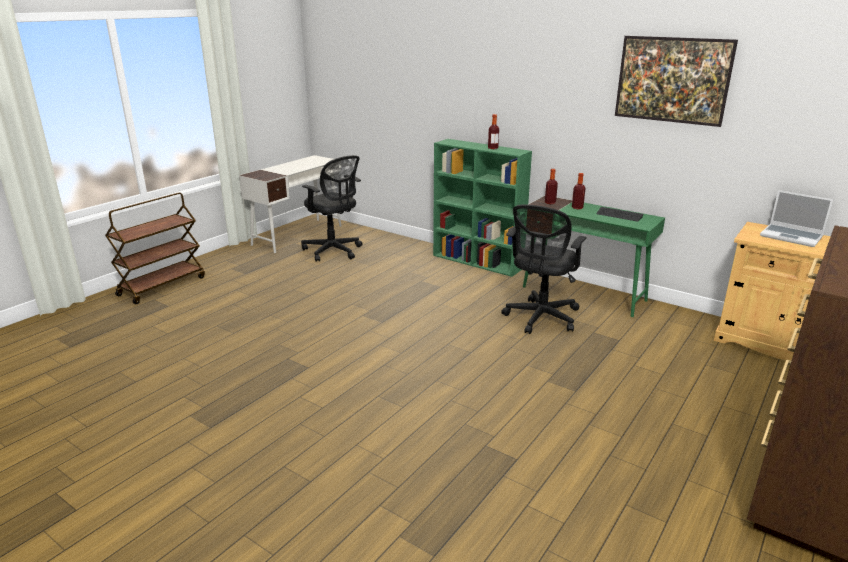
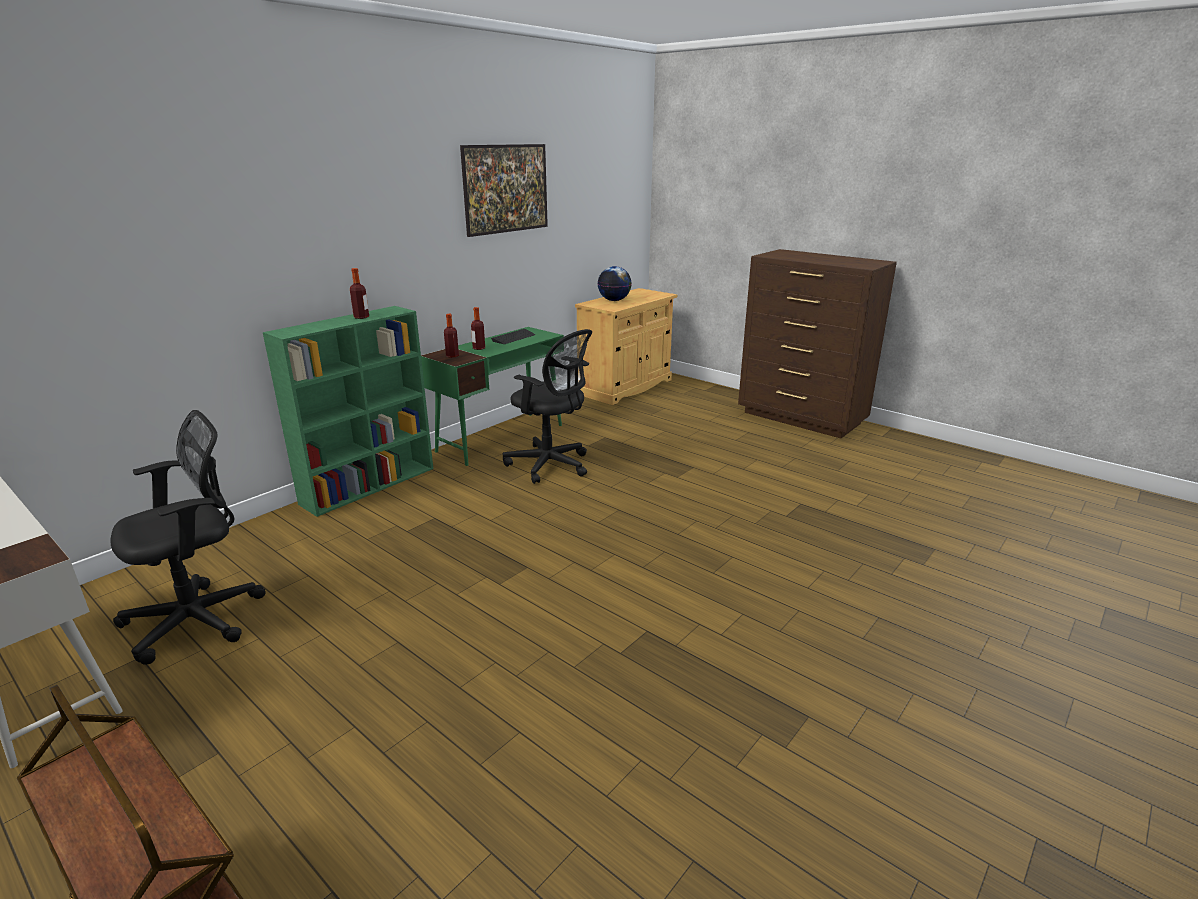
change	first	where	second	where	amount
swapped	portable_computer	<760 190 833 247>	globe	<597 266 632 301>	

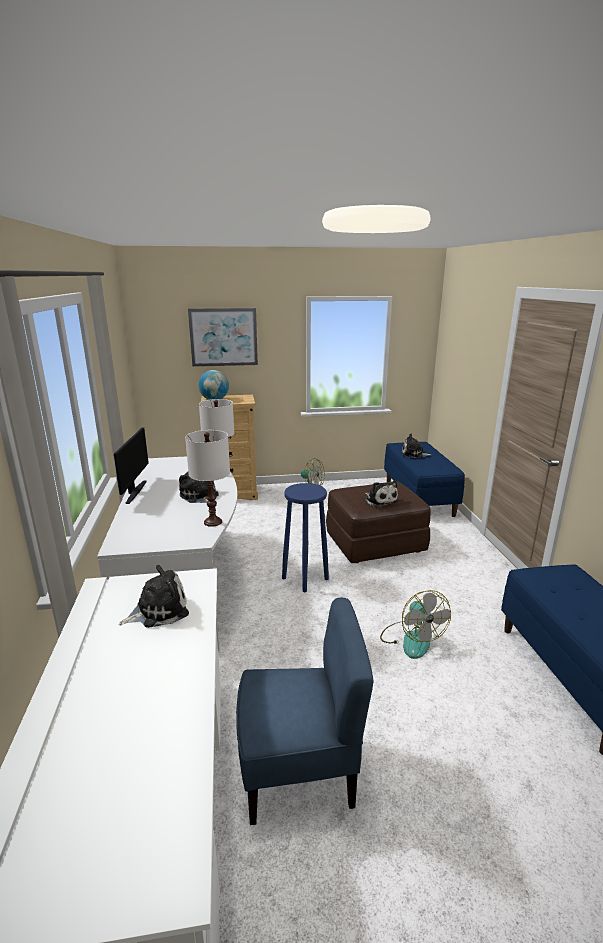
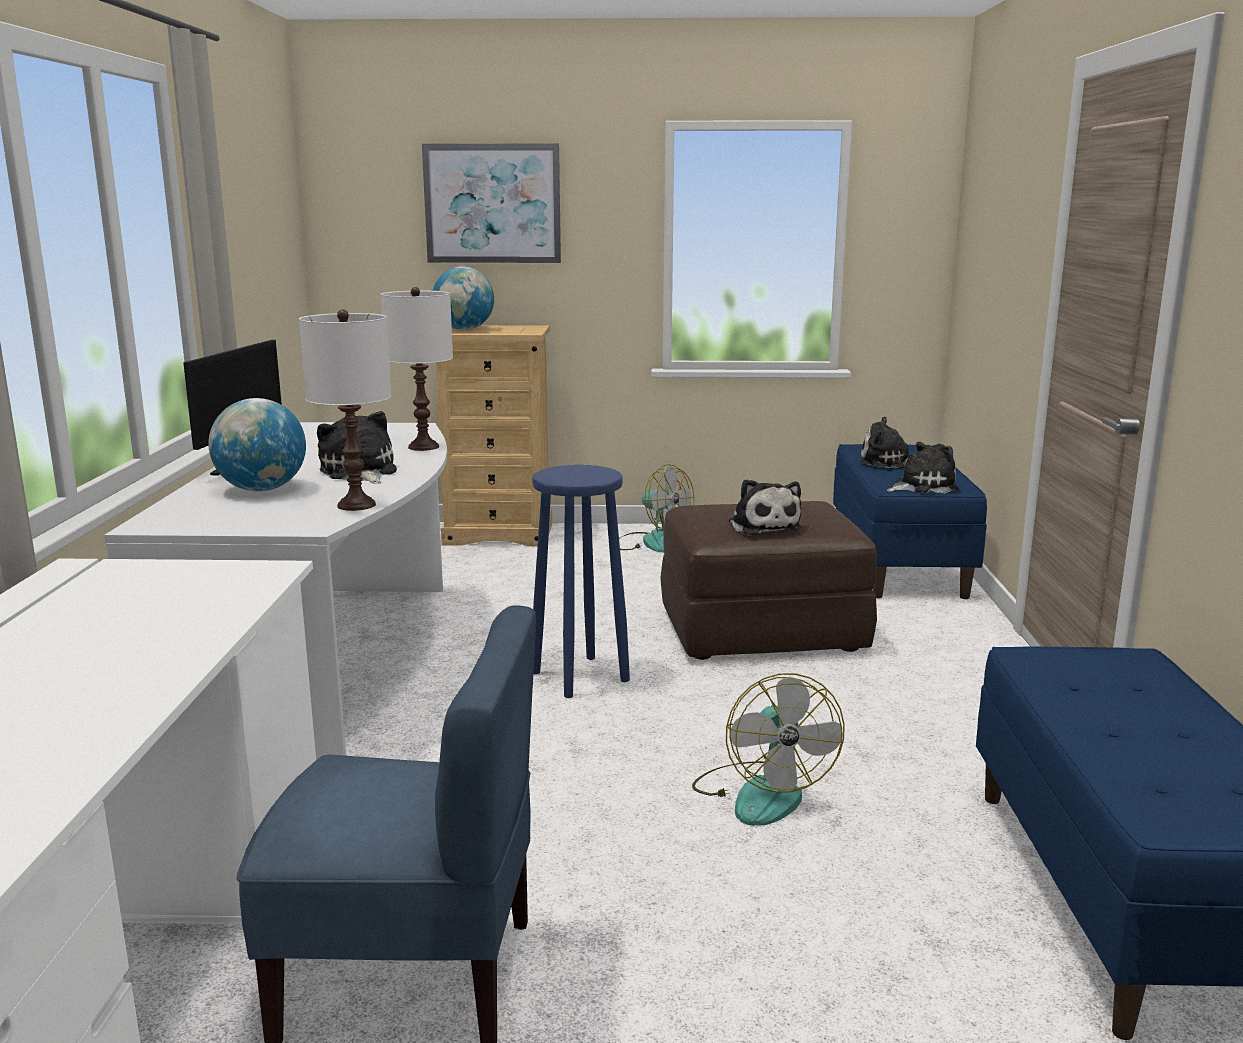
change	first	where	second	where	amount
new			globe	<208 398 306 491>	
shifted	cuddly_toy	<119 565 189 628>		<887 442 959 493>	

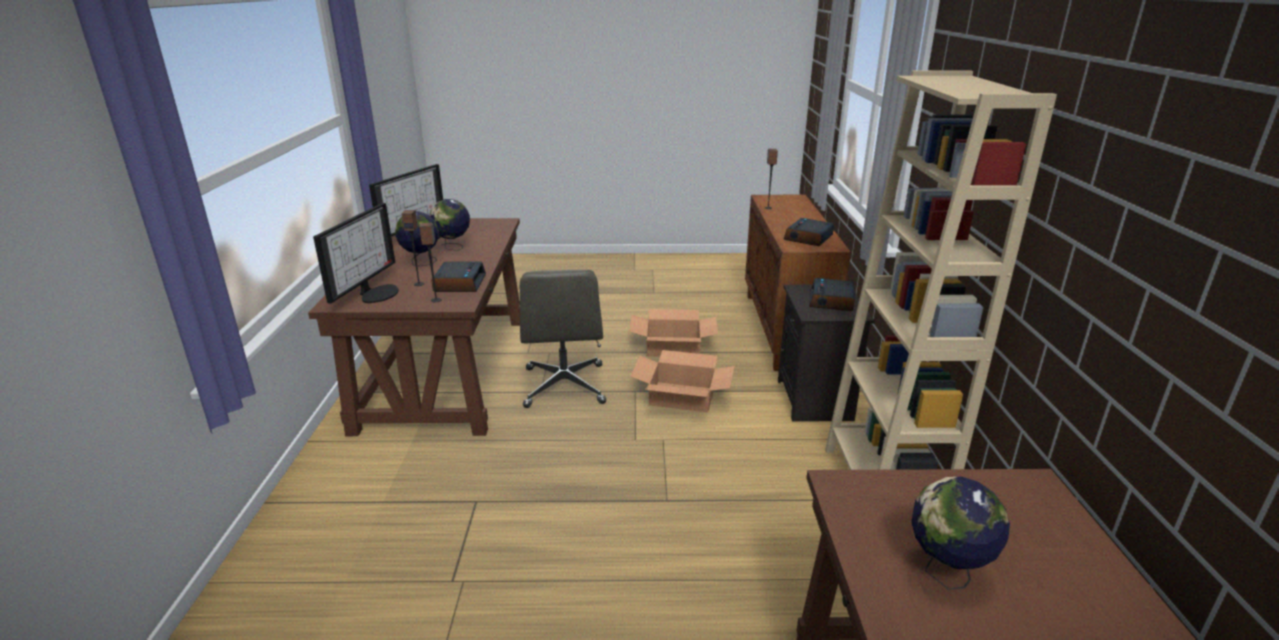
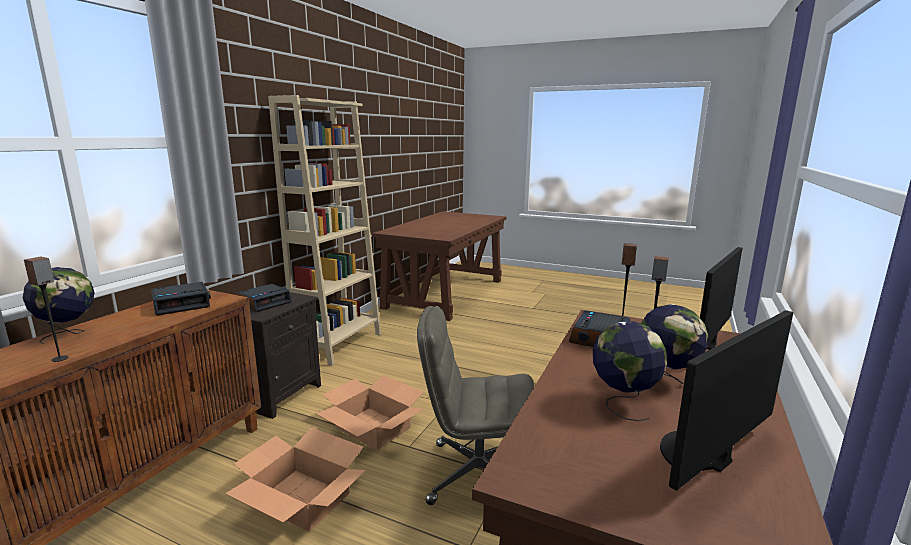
change	first	where	second	where	amount
shifted	globe	<911 477 1010 590>		<23 267 94 344>	
rotated	grey_desk_chair	<520 270 606 408>		<417 306 534 505>	105 degrees counterclockwise

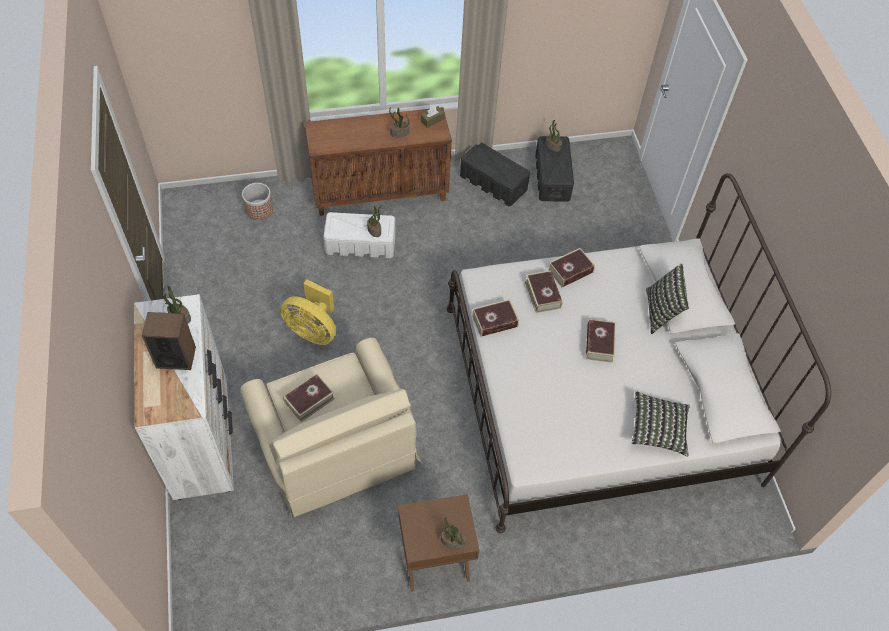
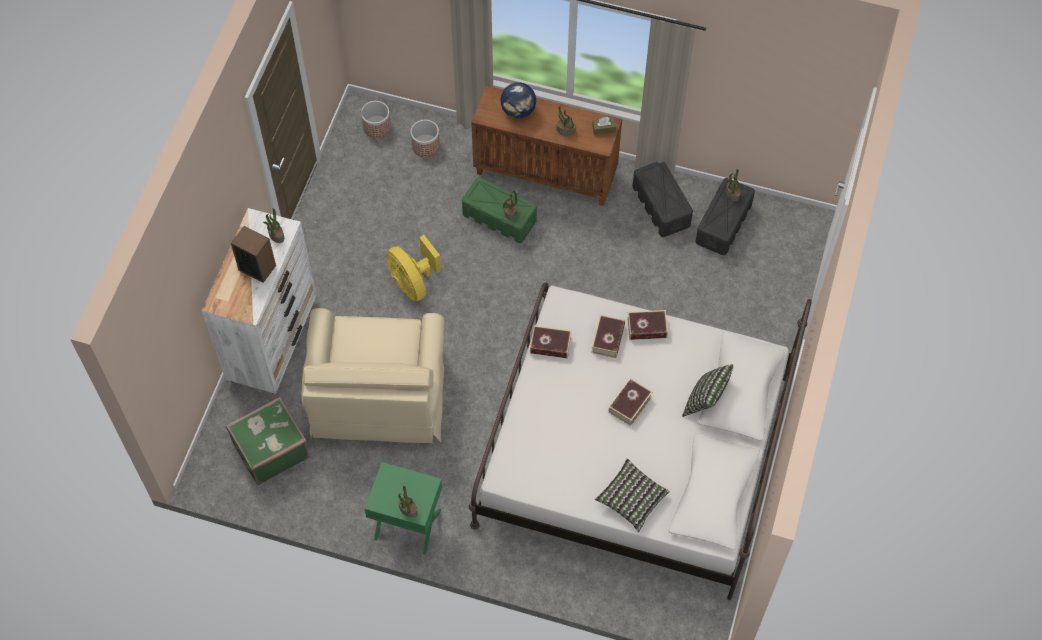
change	first	where	second	where	amount
new			green-coloured_travel_case	<226 397 310 485>	
new			planter	<361 101 391 138>	
repainted	brown_nightstand	<398 494 479 592>	green-coloured_nightstand	<365 462 442 555>	
repainted	white_storage_container	<324 212 396 258>	green-coloured_storage_container	<462 177 537 243>	
new			globe	<500 82 536 119>	
gone	book	<283 374 335 422>			

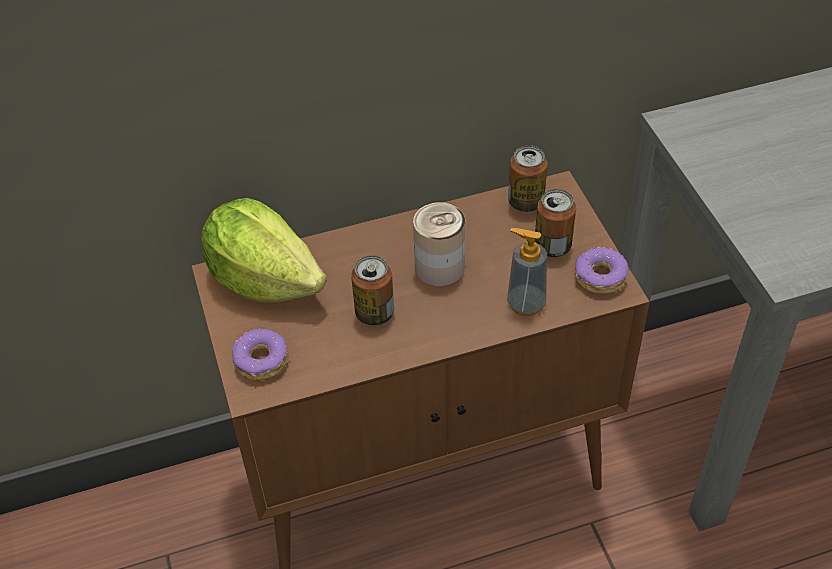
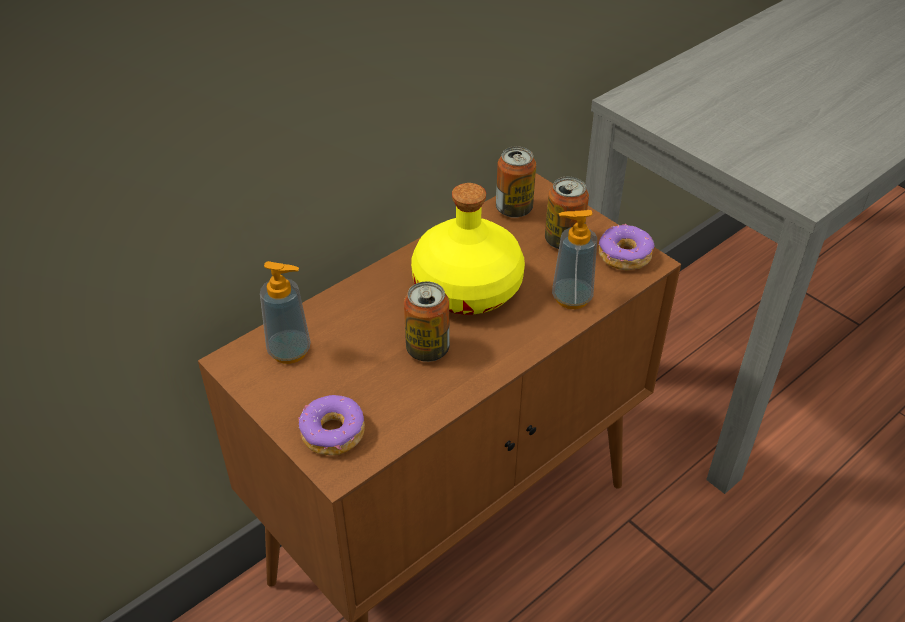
change	first	where	second	where	amount
swapped	lettuce_head	<201 198 327 303>	soap_bottle	<260 261 311 364>	
swapped	sealed_can	<413 202 465 286>	yellow_drink_bottle	<411 183 525 314>	

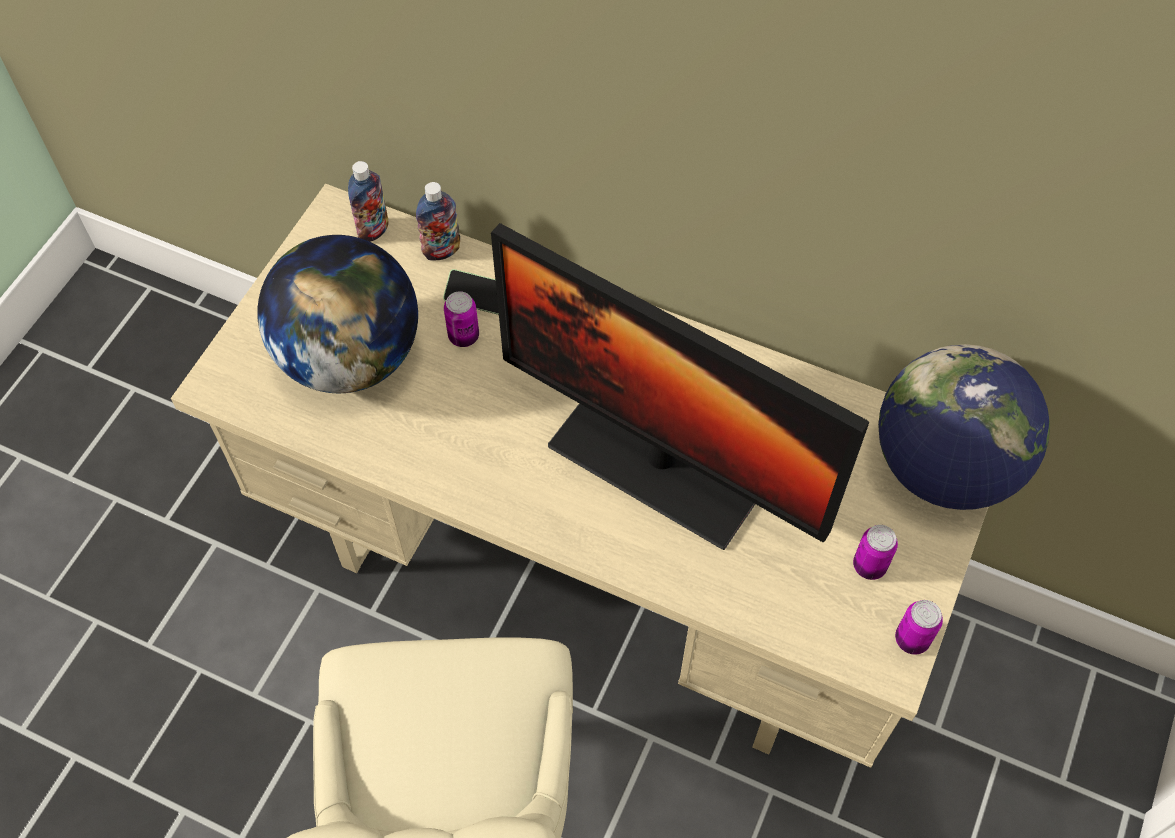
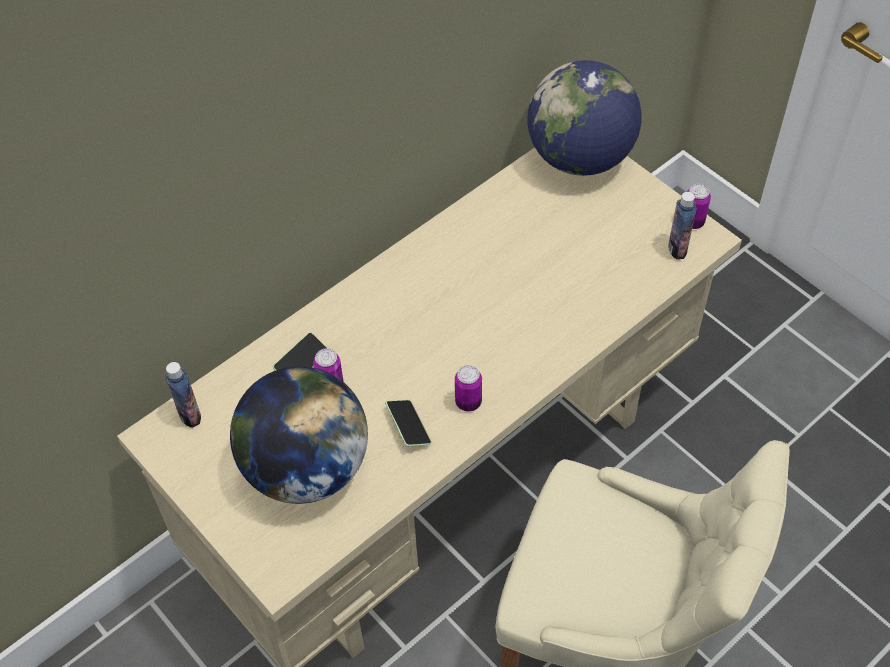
change	first	where	second	where	amount
new			handset	<386 400 431 446>	
shifted	sealed_can	<853 525 898 580>		<455 365 482 412>	
shifted	drink_bottle	<416 182 460 260>		<668 192 697 259>	
gone	computer_display	<491 223 869 550>			

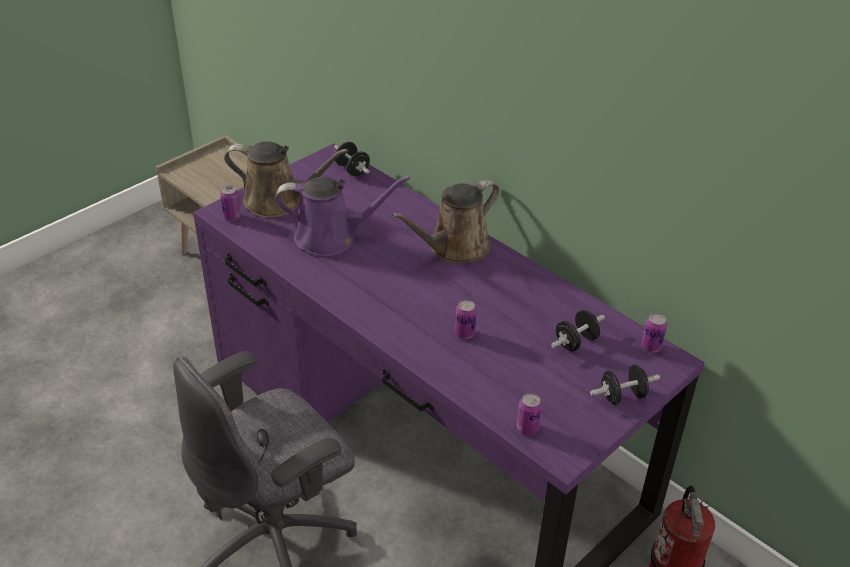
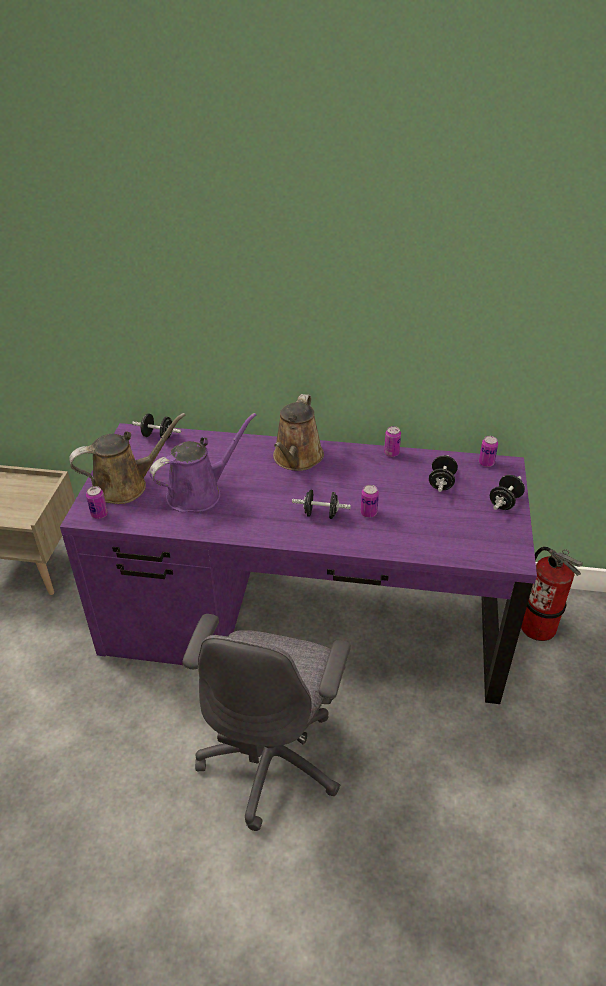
change	first	where	second	where	amount
new			blackish_hand_weight	<292 490 351 519>	
shifted	sealed_can	<517 393 542 435>		<384 426 401 457>	

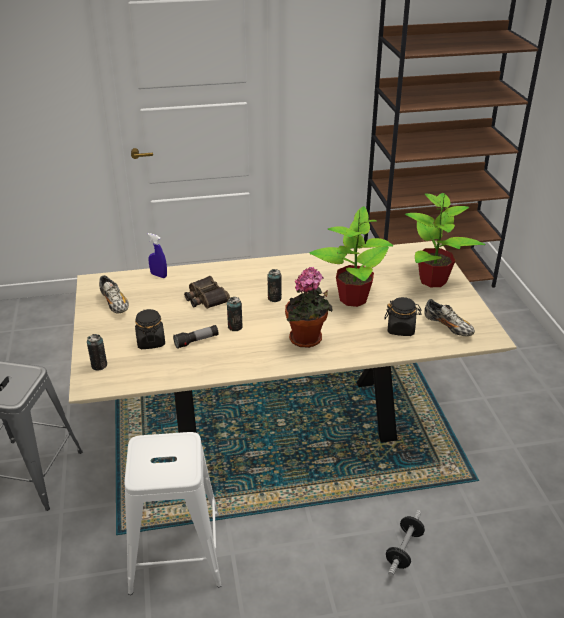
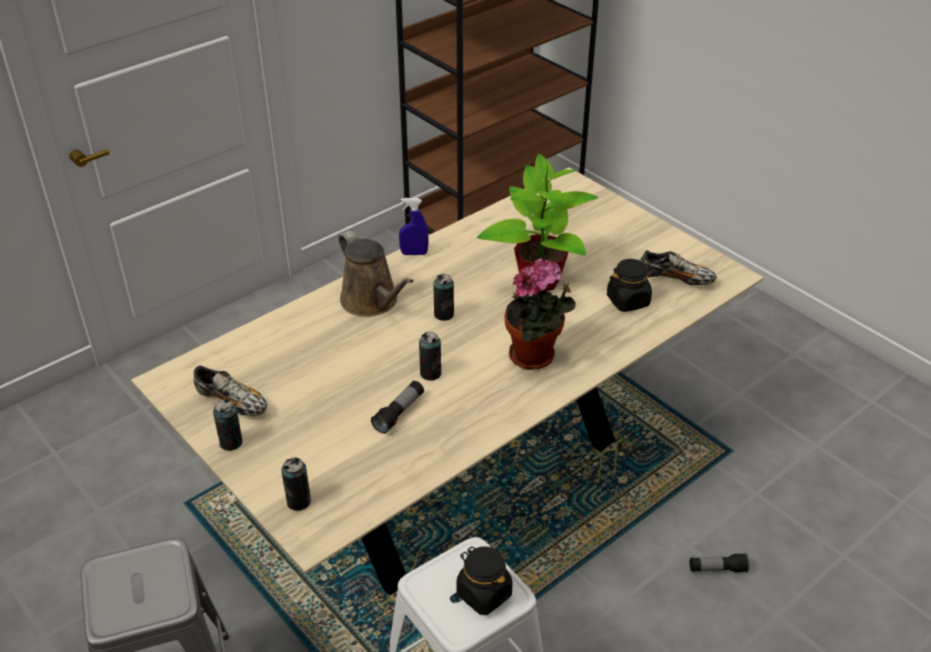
change	first	where	second	where	amount
new			sealed_can	<213 399 243 451>	
new			brown_watering_can	<338 231 413 317>	
shifted	blue_spray_bottle	<148 233 167 278>		<399 198 428 255>	
shifted	blackish_jar	<135 309 165 349>		<456 546 513 615>	
swapped	hand_weight	<386 510 425 576>	hand_torch	<689 553 750 573>	
gone	binoculars	<184 276 230 309>			
gone	plant_in_a_pot	<405 193 486 287>			

